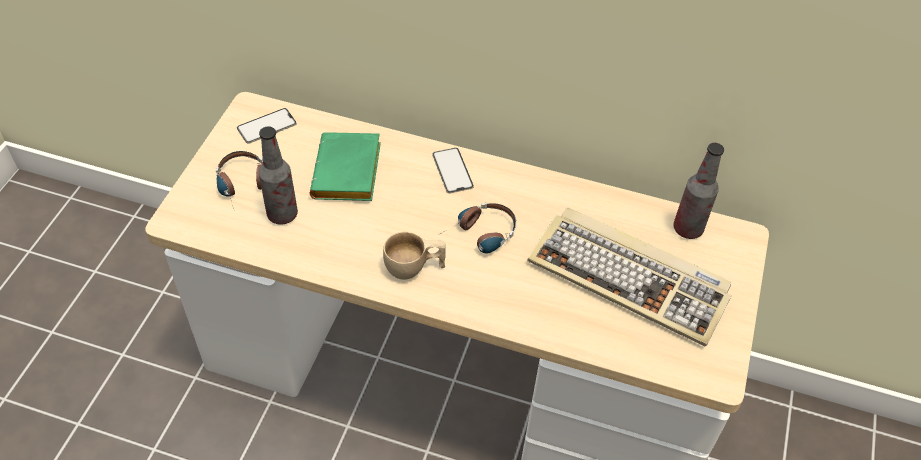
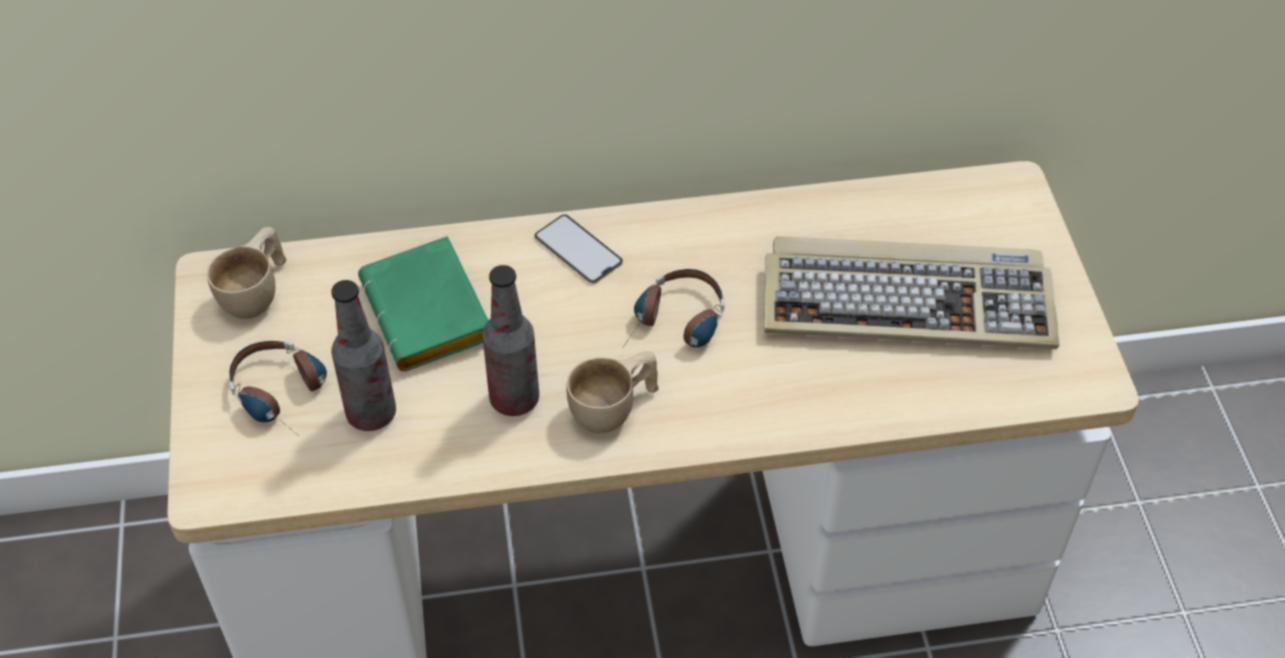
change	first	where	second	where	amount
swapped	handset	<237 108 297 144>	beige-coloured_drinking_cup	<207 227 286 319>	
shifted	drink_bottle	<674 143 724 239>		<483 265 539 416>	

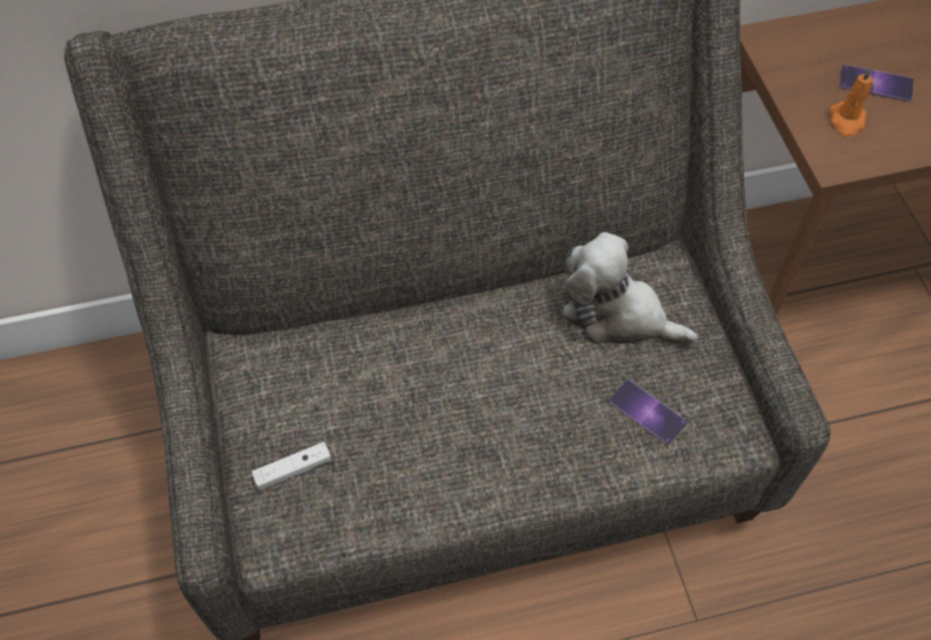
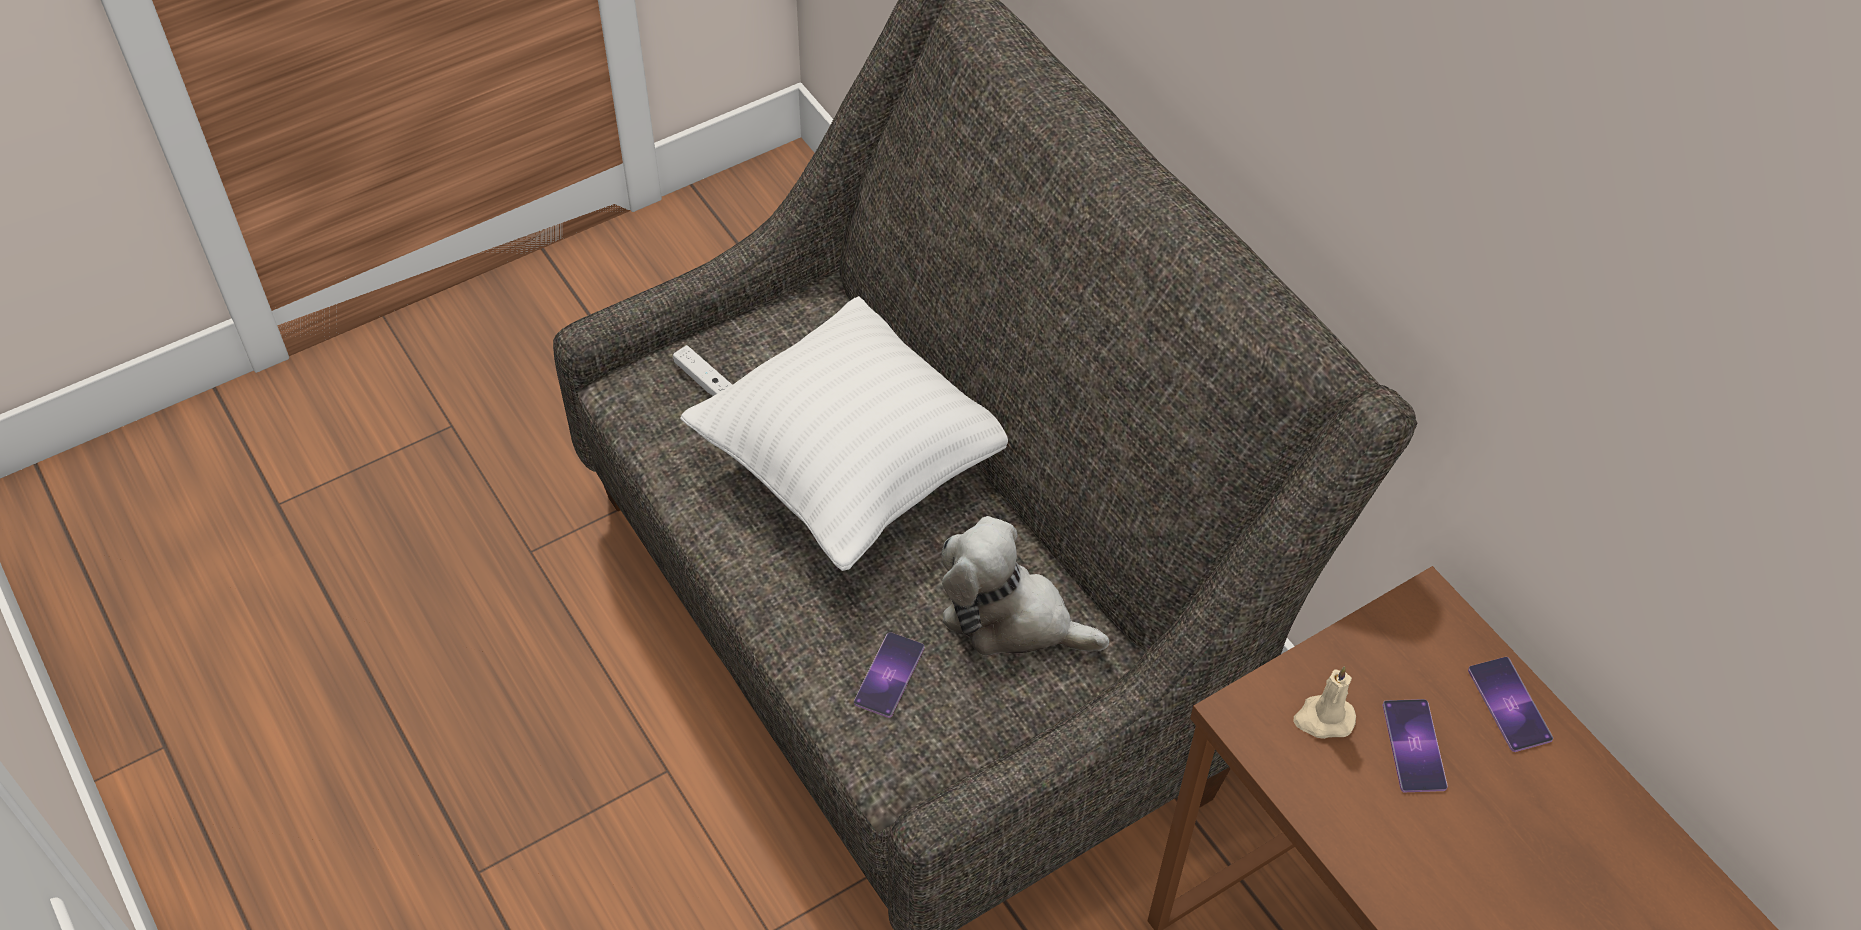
change	first	where	second	where	amount
new			white_cushion	<680 296 1008 571>	
rotated	cuddly_toy	<562 232 698 345>		<942 516 1109 655>	75 degrees counterclockwise
repainted	orange-coloured_wax_candle	<829 67 873 137>	beige-coloured_wax_candle	<1293 666 1356 739>	
new			handset	<1468 657 1553 752>	

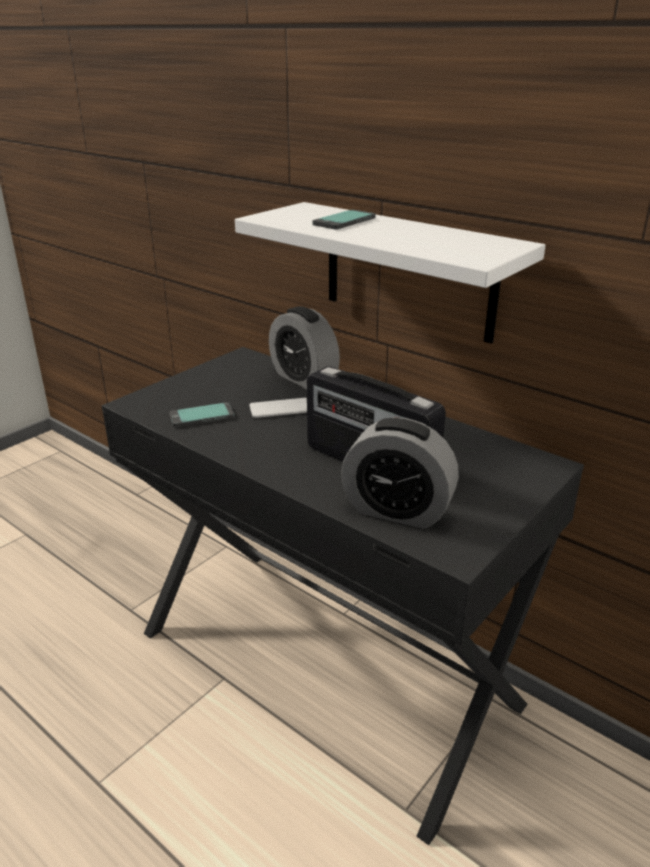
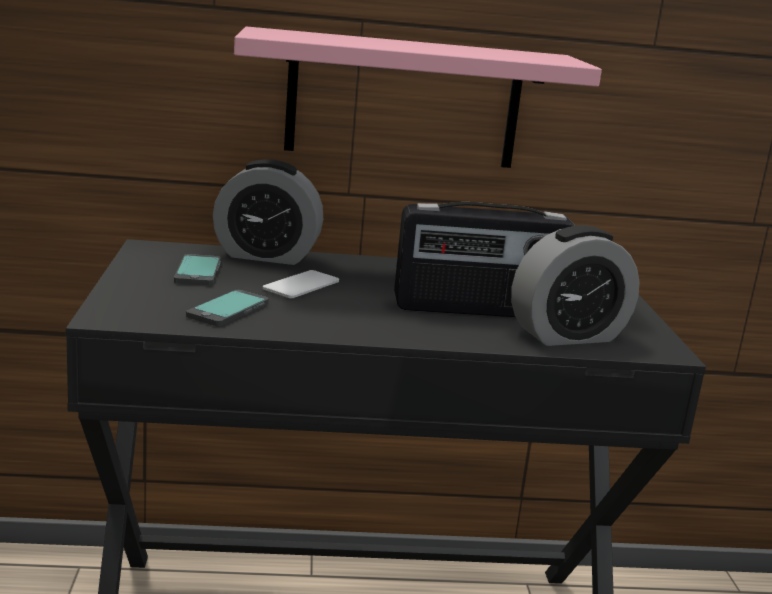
change	first	where	second	where	amount
shifted	handset	<312 210 376 229>		<174 254 221 285>	
repainted	white_shelf	<235 202 546 344>	pinkish_shelf	<234 27 602 168>	

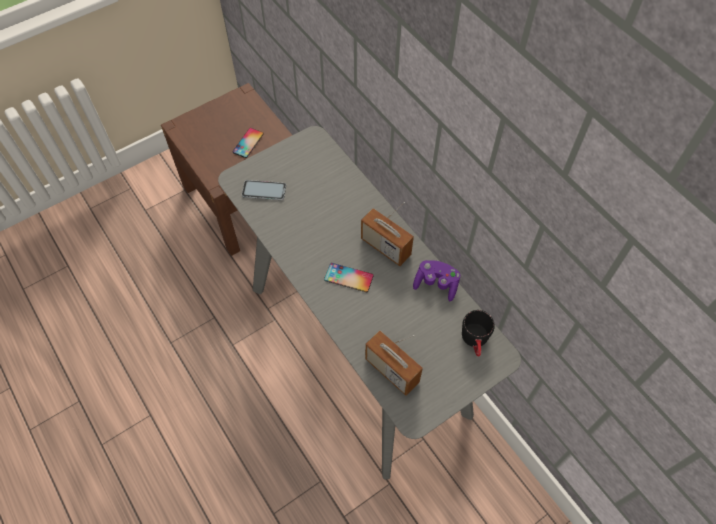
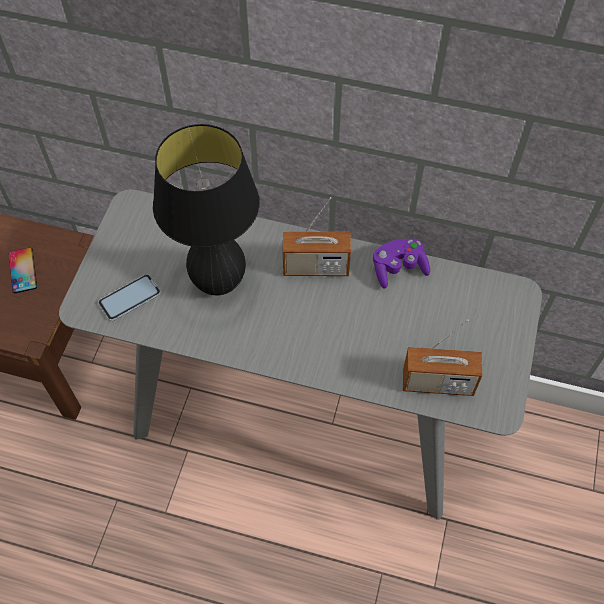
change	first	where	second	where	amount
new			blackish_table_lamp	<153 124 260 295>	
gone	handset	<324 263 374 292>			
gone	blackish_coffee_mug	<462 310 495 357>			

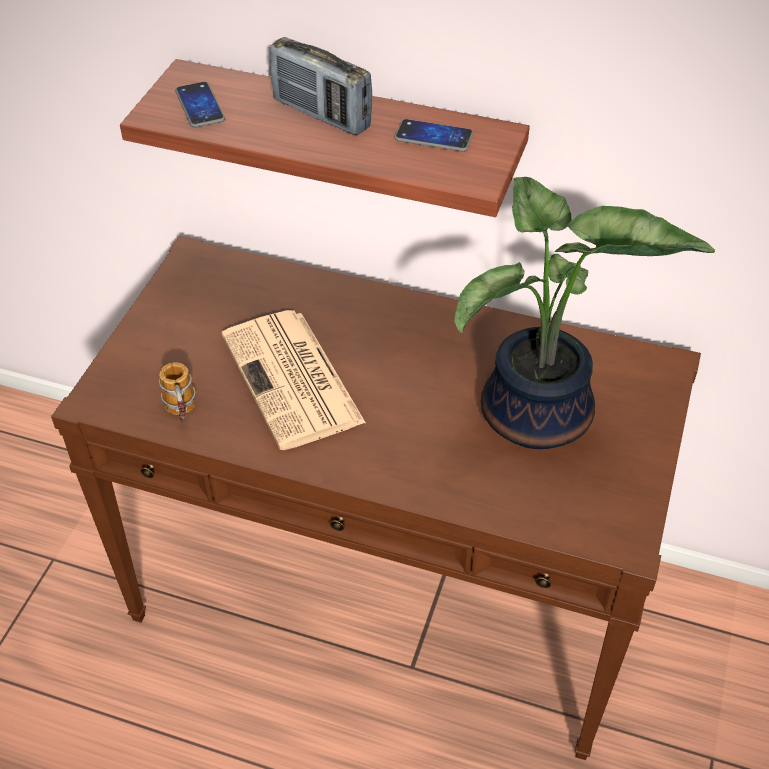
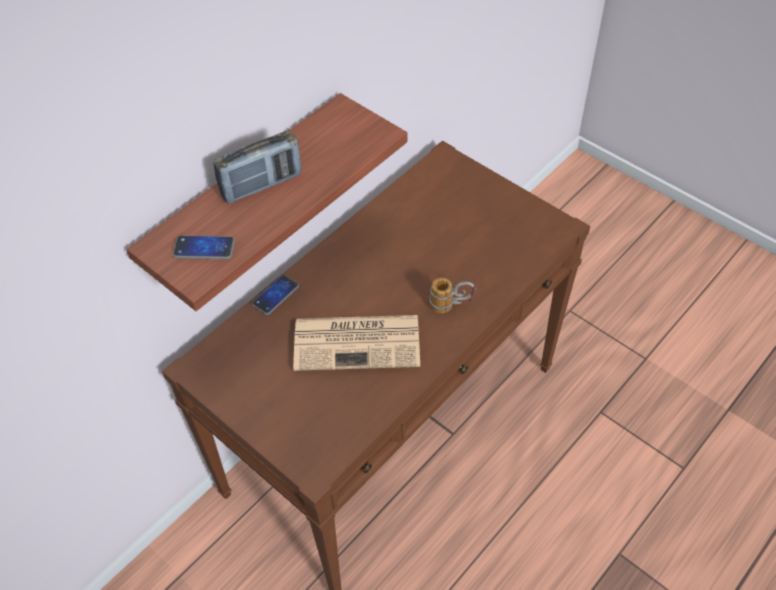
change	first	where	second	where	amount
shifted	handset	<394 119 474 152>		<252 275 299 315>	
shifted	coffee_mug	<159 362 196 424>		<429 278 477 313>	
gone	plant_in_a_pot	<454 177 715 449>			

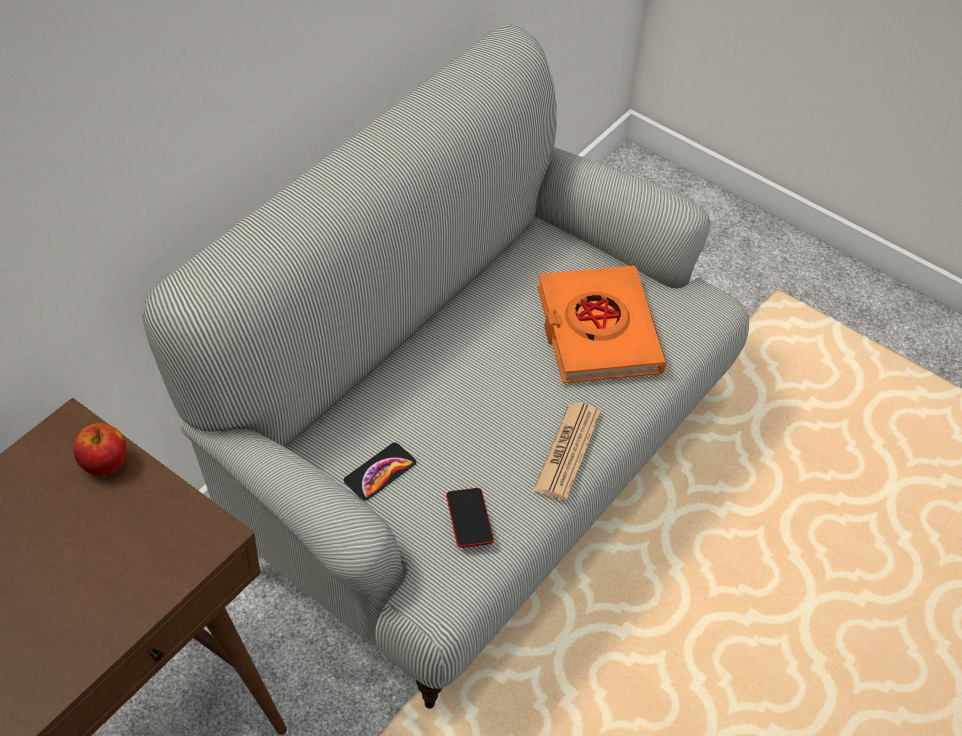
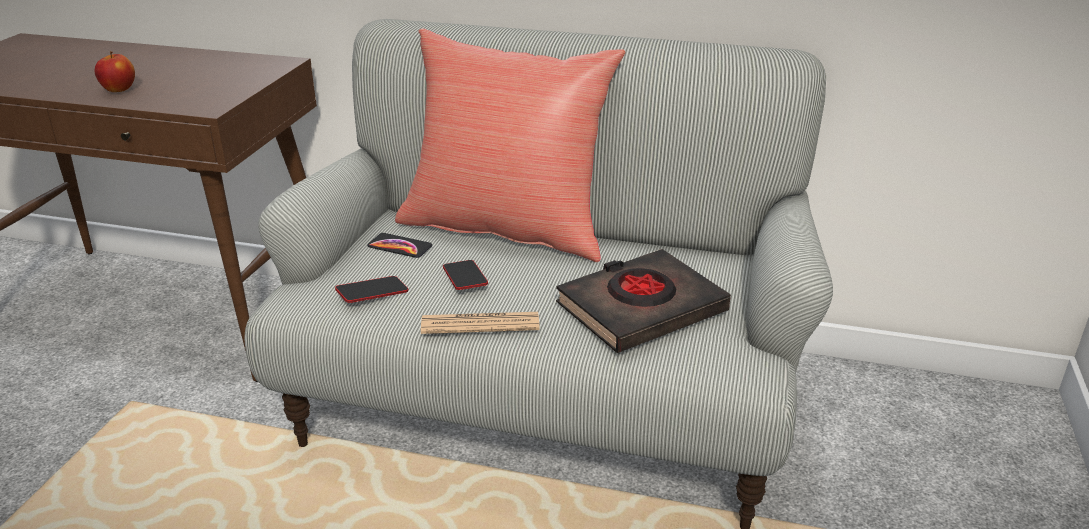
change	first	where	second	where	amount
shifted	whole_apple	<73 423 126 476>		<95 51 135 92>	
new			reddish_cushion	<395 28 625 262>	
new			handset	<443 260 488 290>	
repainted	orange-coloured_book	<538 266 667 383>	blackish_book	<556 249 731 353>	

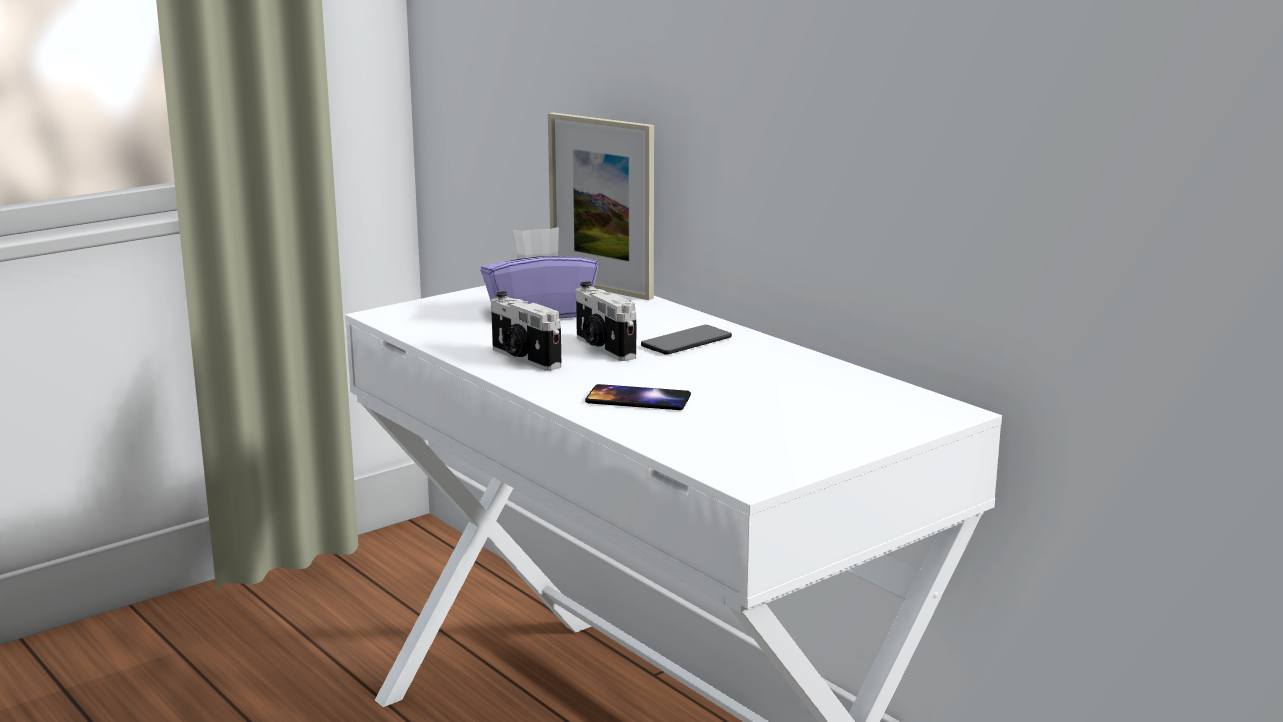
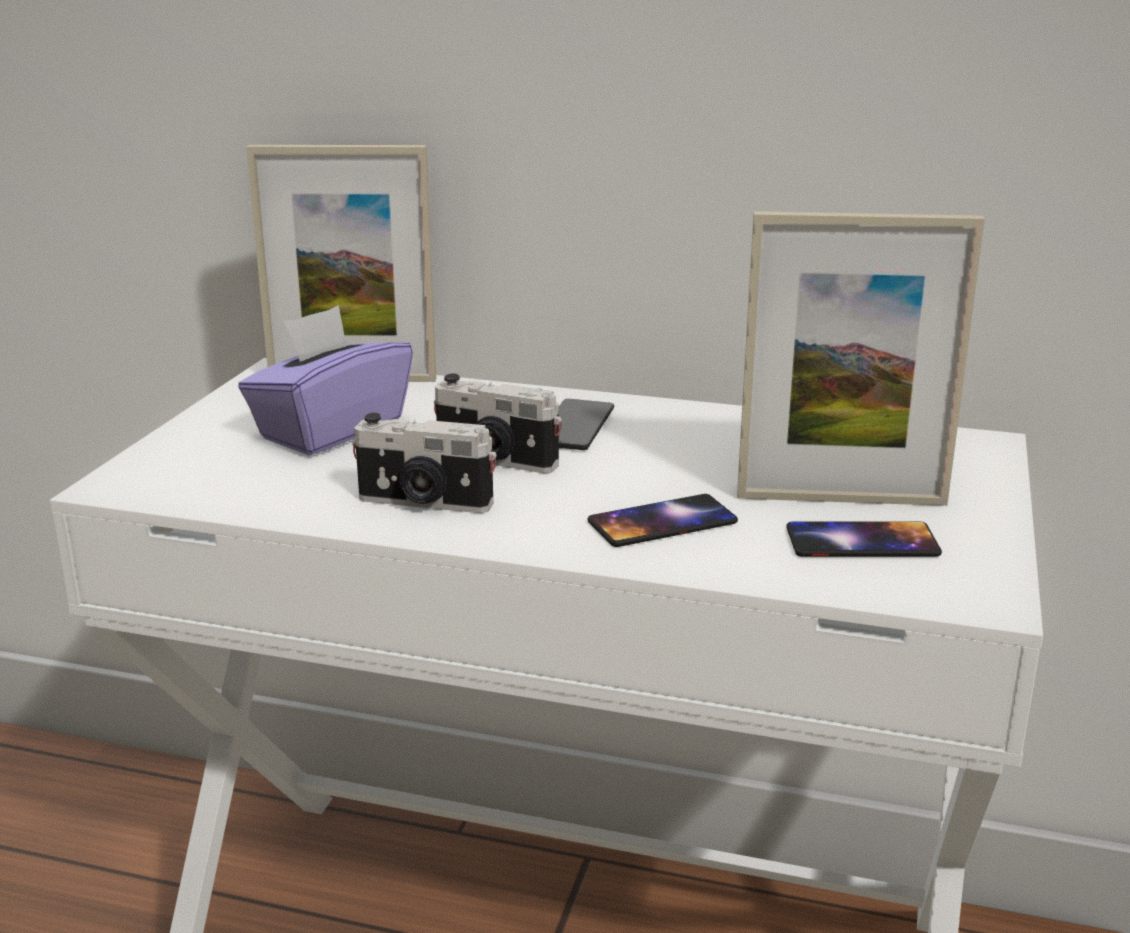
change	first	where	second	where	amount
new			standing_frame	<737 211 985 506>	
new			handset	<786 522 942 557>	

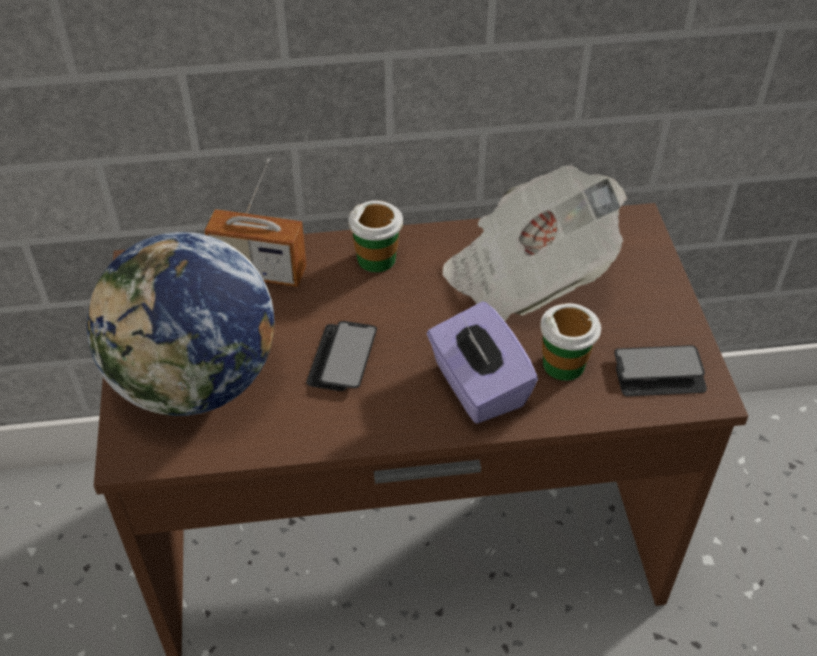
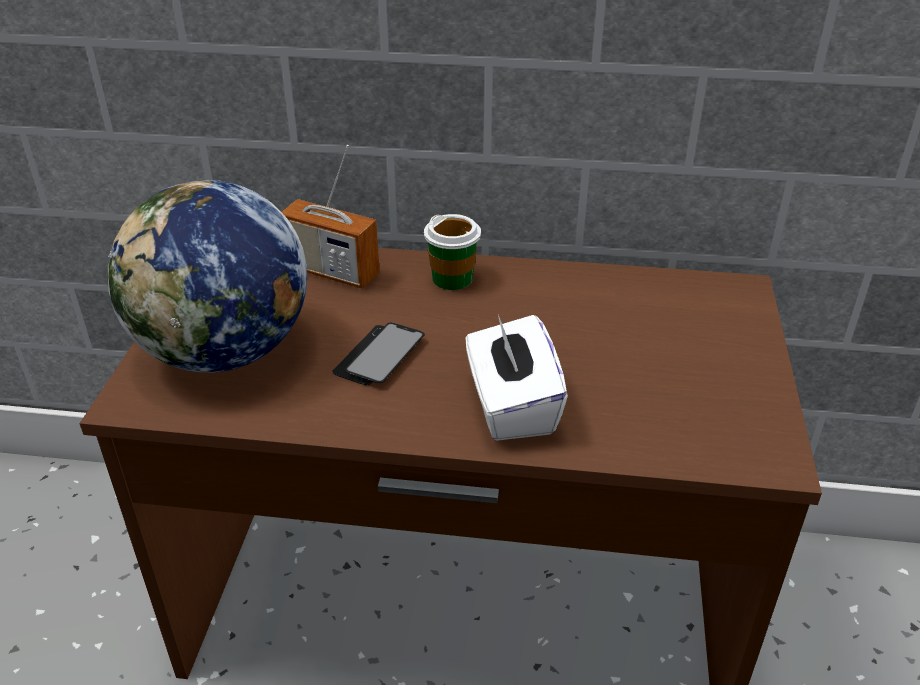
change	first	where	second	where	amount
repainted	purple-coloured_tissue_holder	<427 301 538 424>	white_tissue_holder	<466 315 568 441>	
gone	newspaper	<443 165 627 321>			
gone	drinking_cup	<540 303 601 381>			
gone	handset	<614 345 707 396>			

